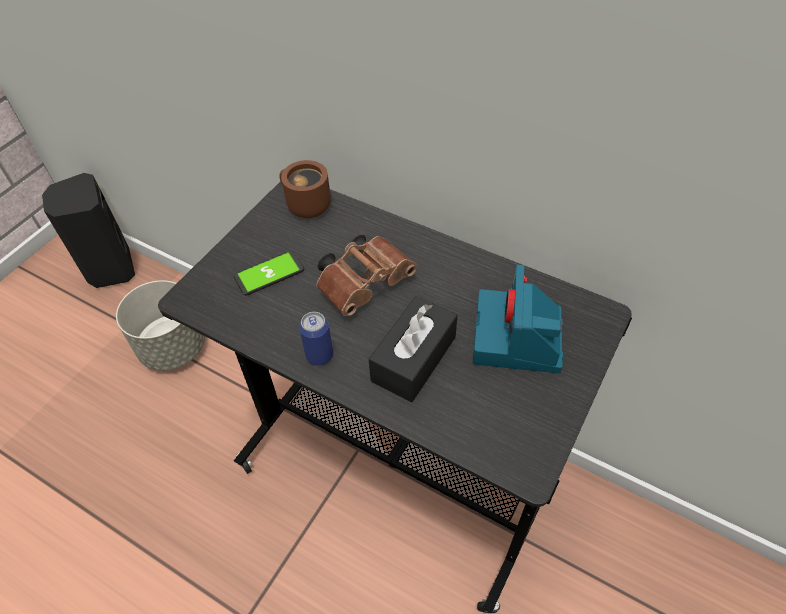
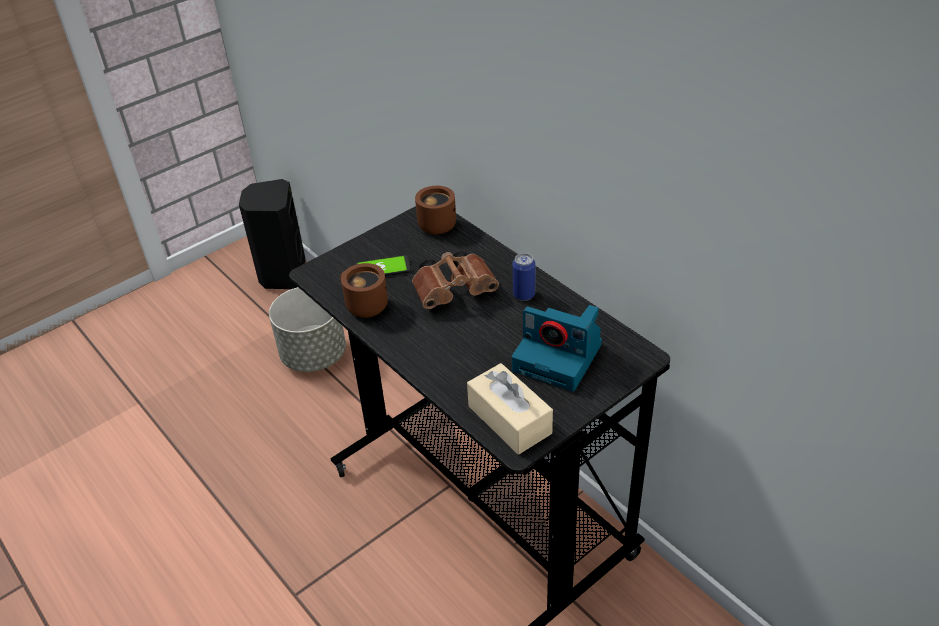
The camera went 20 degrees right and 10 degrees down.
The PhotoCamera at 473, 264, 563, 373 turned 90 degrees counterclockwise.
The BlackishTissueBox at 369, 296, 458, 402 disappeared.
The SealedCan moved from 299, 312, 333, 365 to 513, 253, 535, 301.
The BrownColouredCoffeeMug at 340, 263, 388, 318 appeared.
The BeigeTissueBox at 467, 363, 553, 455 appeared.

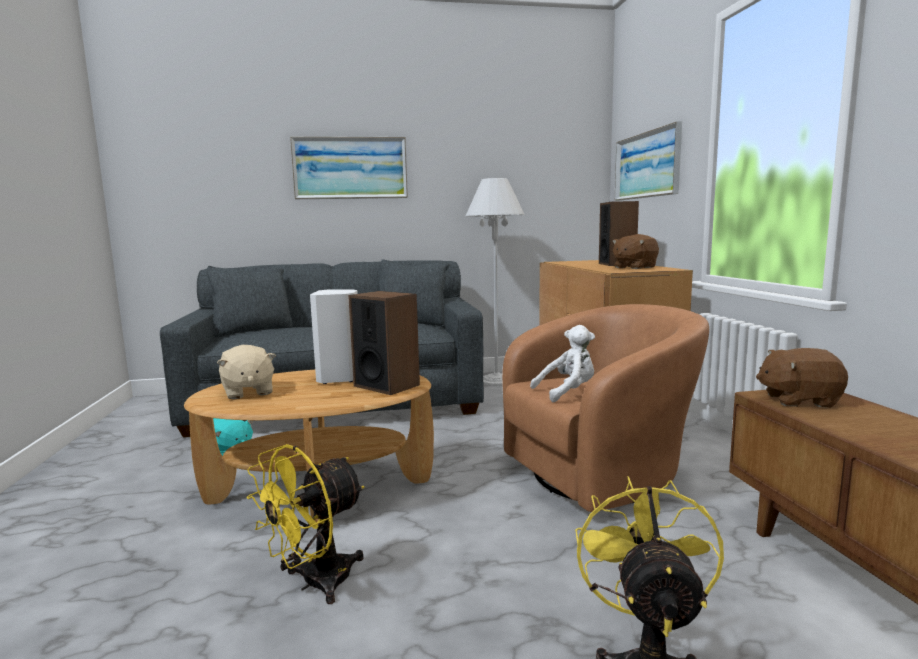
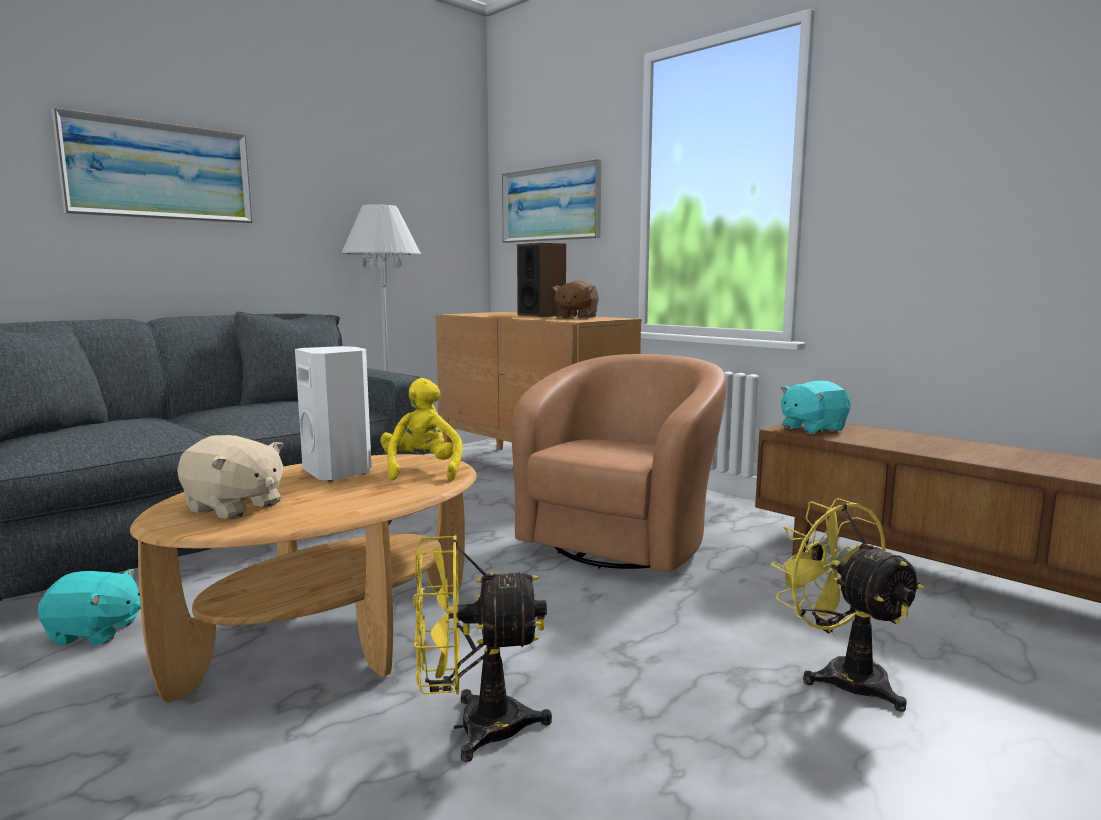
The camera went 35 degrees left and 0 degrees up.
The Loudspeaker at 348, 291, 420, 395 was replaced by the YellowColouredSoftToy at 380, 378, 462, 481.
The WhiteSoftToy at 530, 325, 595, 402 disappeared.
The BrownColouredSoftToy at 756, 348, 848, 408 became the TurquoiseSoftToy at 781, 381, 851, 434.
The YellowColouredElectricFan at 246, 444, 365, 604 turned 75 degrees clockwise.

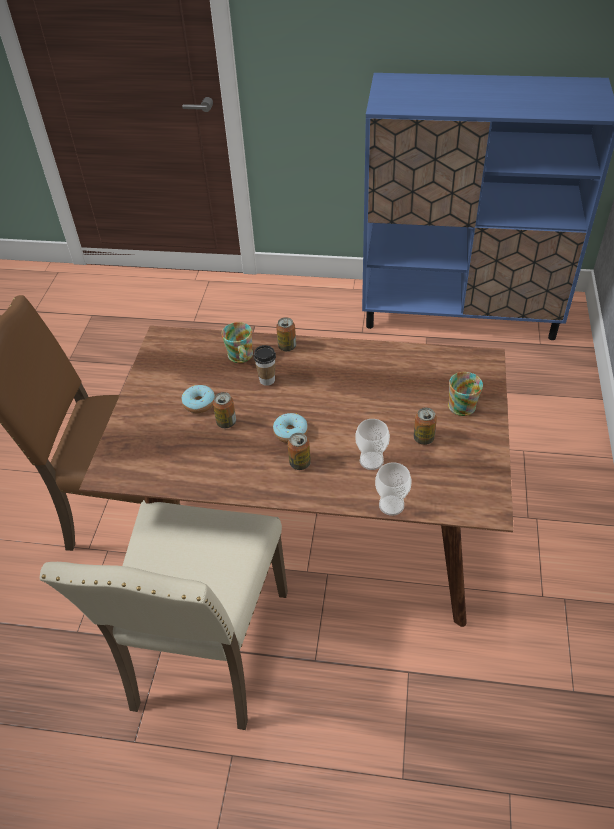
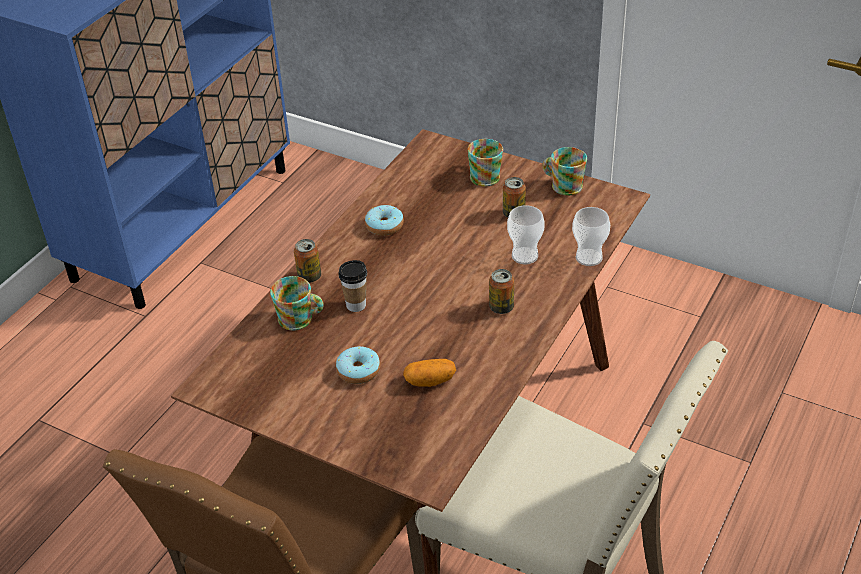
The camera went 70 degrees left and 5 degrees down.
The SealedCan at 213, 392, 236, 428 disappeared.
The RingDoughnut moved from 273, 413, 308, 443 to 365, 205, 404, 236.
The CoffeeMug at 542, 147, 587, 195 appeared.
The Potato at 403, 359, 456, 387 appeared.

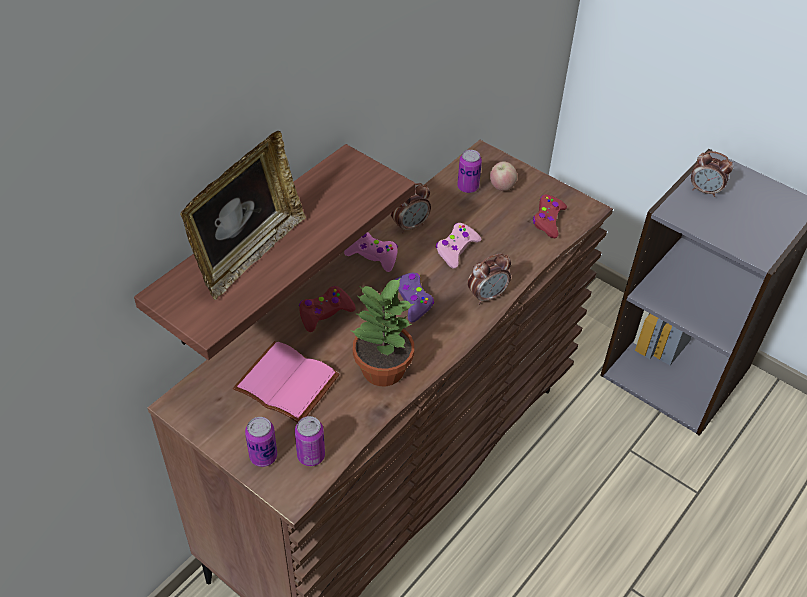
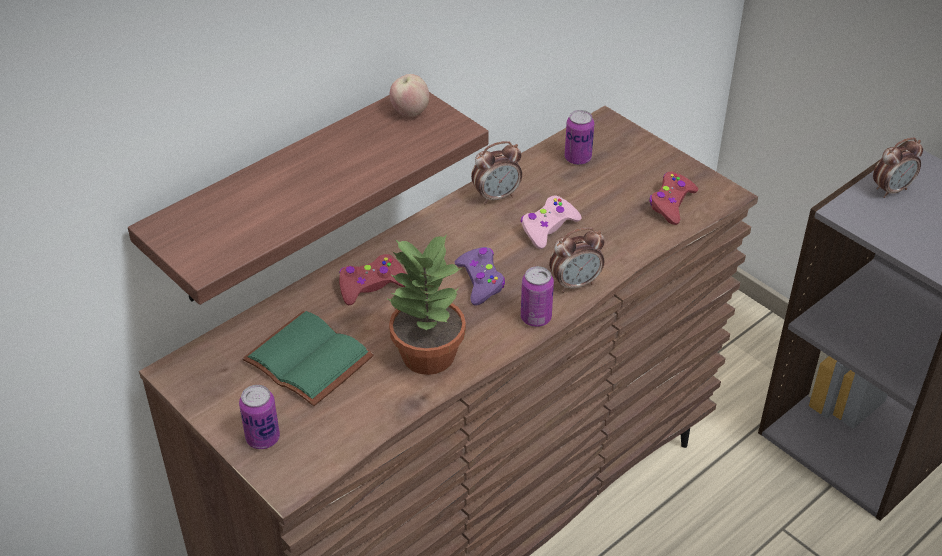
The camera went 10 degrees right and 5 degrees down.
The PictureFrame at 180, 131, 306, 300 disappeared.
The BedsideClock at 691, 151, 733, 197 turned 60 degrees counterclockwise.
The Apple moved from 490, 161, 517, 191 to 390, 74, 430, 117.
The PinkGameController at 344, 232, 398, 272 disappeared.
The PinkBoundBook at 233, 341, 340, 423 became the GreenColouredBoundBook at 242, 311, 374, 406.
The SealedCan moved from 295, 416, 325, 466 to 521, 266, 554, 327.

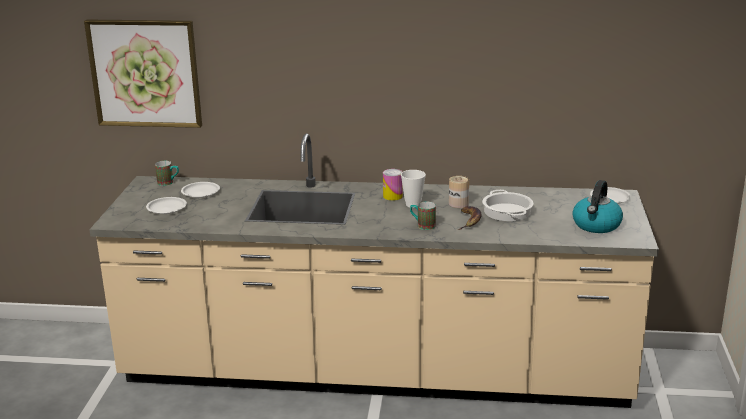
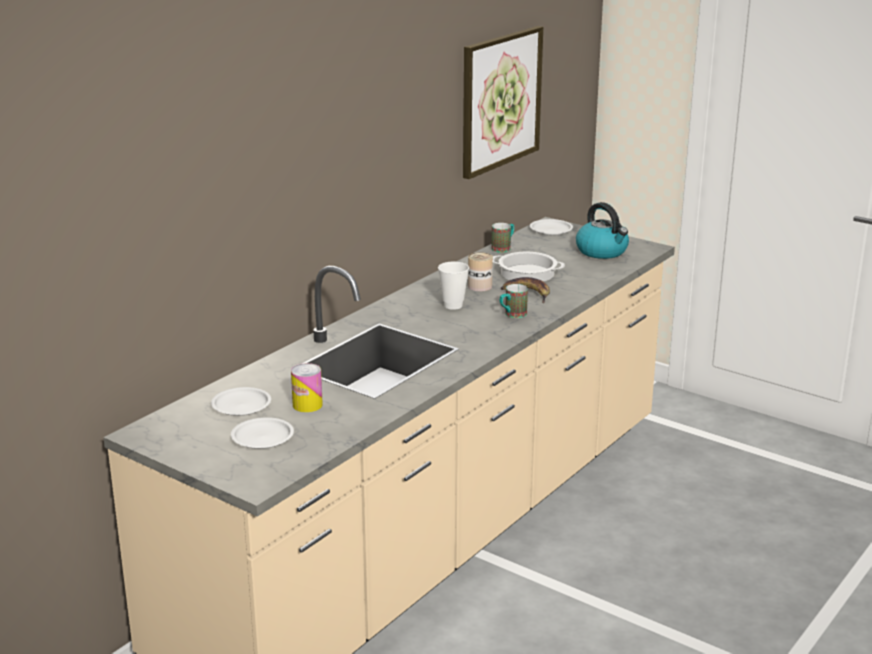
The camera went 60 degrees left and 0 degrees up.
The WallArt moved from 84, 20, 202, 128 to 463, 26, 543, 179.
The CoffeeMug moved from 155, 161, 179, 186 to 491, 223, 514, 253.
The SealedCan moved from 383, 169, 403, 201 to 291, 363, 323, 412.

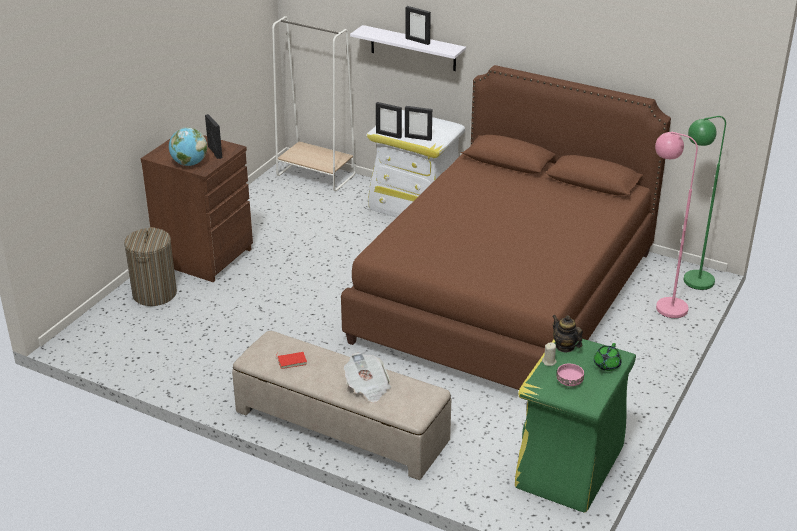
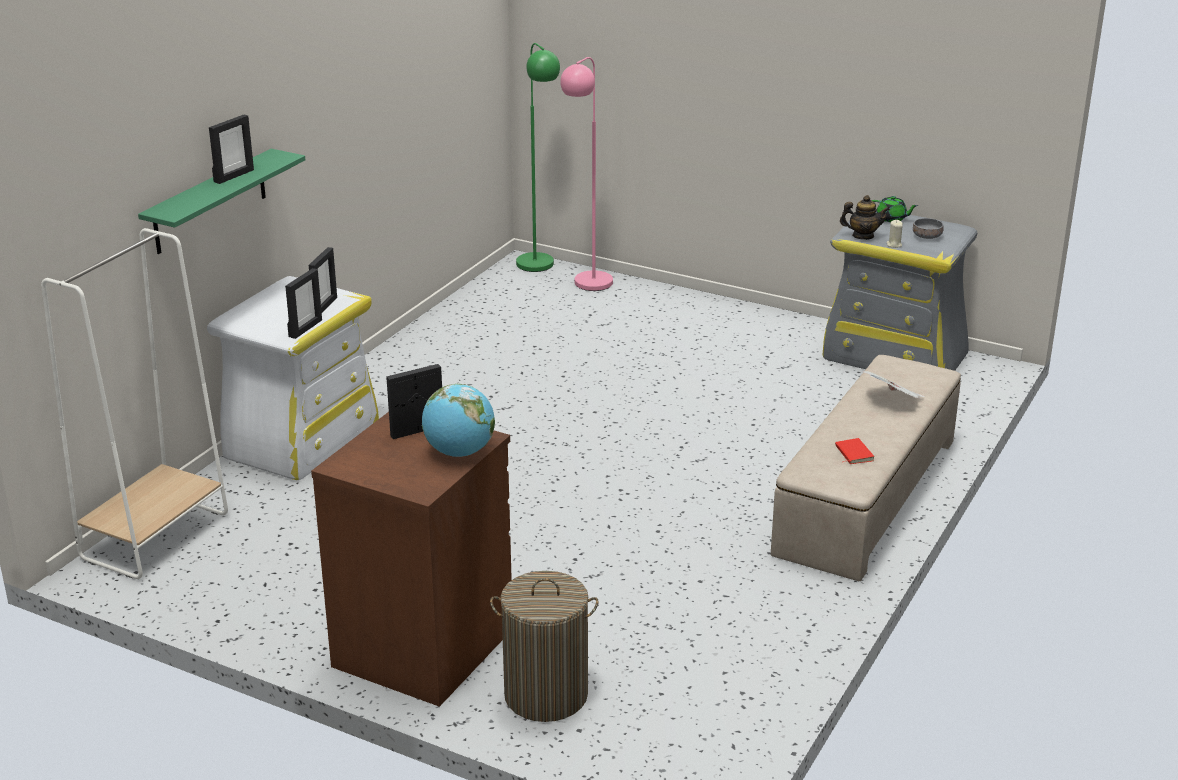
The camera went 90 degrees left and 5 degrees down.
The WhiteShelf at 350, 25, 466, 71 became the GreenColouredShelf at 138, 149, 305, 254.
The BrownColouredBed at 341, 65, 671, 390 disappeared.
The Teapot at 552, 315, 583, 352 turned 135 degrees counterclockwise.
The GreenColouredNightTable at 515, 339, 636, 512 became the GreyNightTable at 823, 208, 977, 371.
The PinkServingBowl at 556, 364, 584, 386 became the GreyServingBowl at 913, 218, 944, 239.

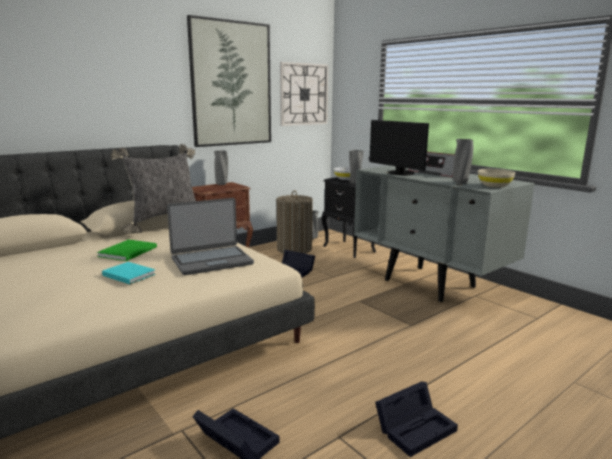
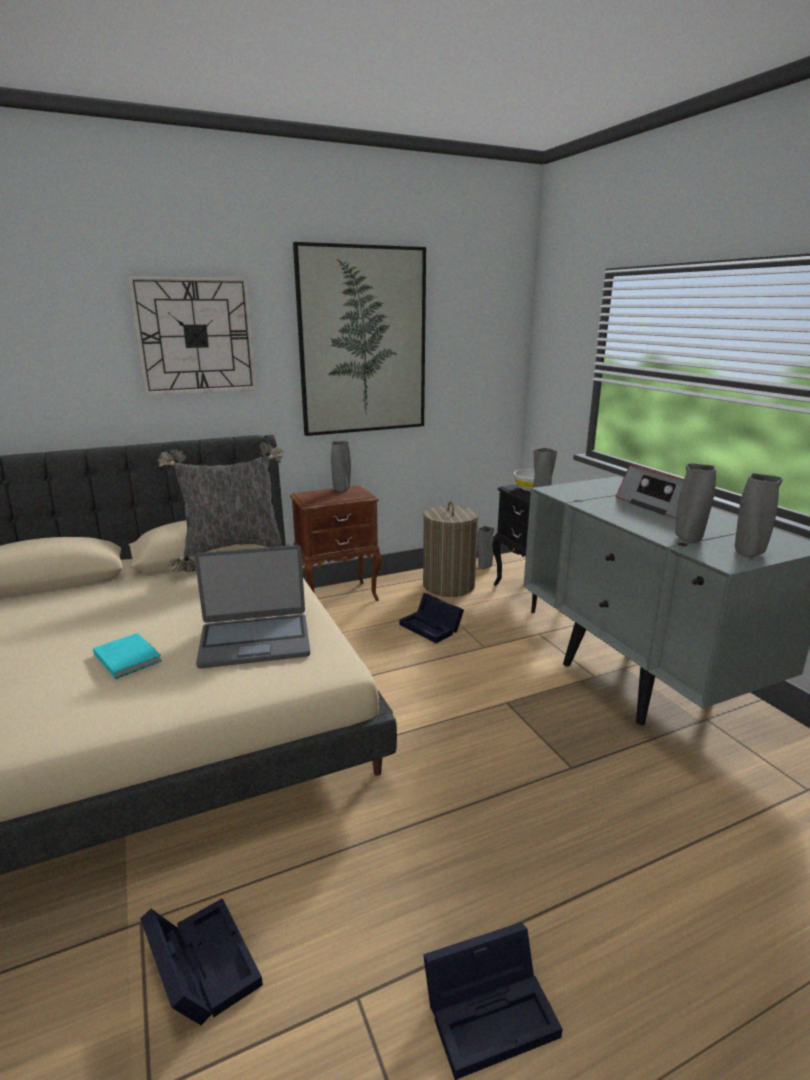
The camera went 15 degrees right and 5 degrees up.
The ClockOnTheWall moved from 280, 62, 328, 126 to 127, 275, 257, 396.
The Monitor at 369, 120, 429, 176 disappeared.
The BeigeServingBowl at 478, 169, 515, 188 was replaced by the GreyVase at 735, 473, 783, 557.
The GreenColouredBoundBook at 97, 239, 157, 261 disappeared.

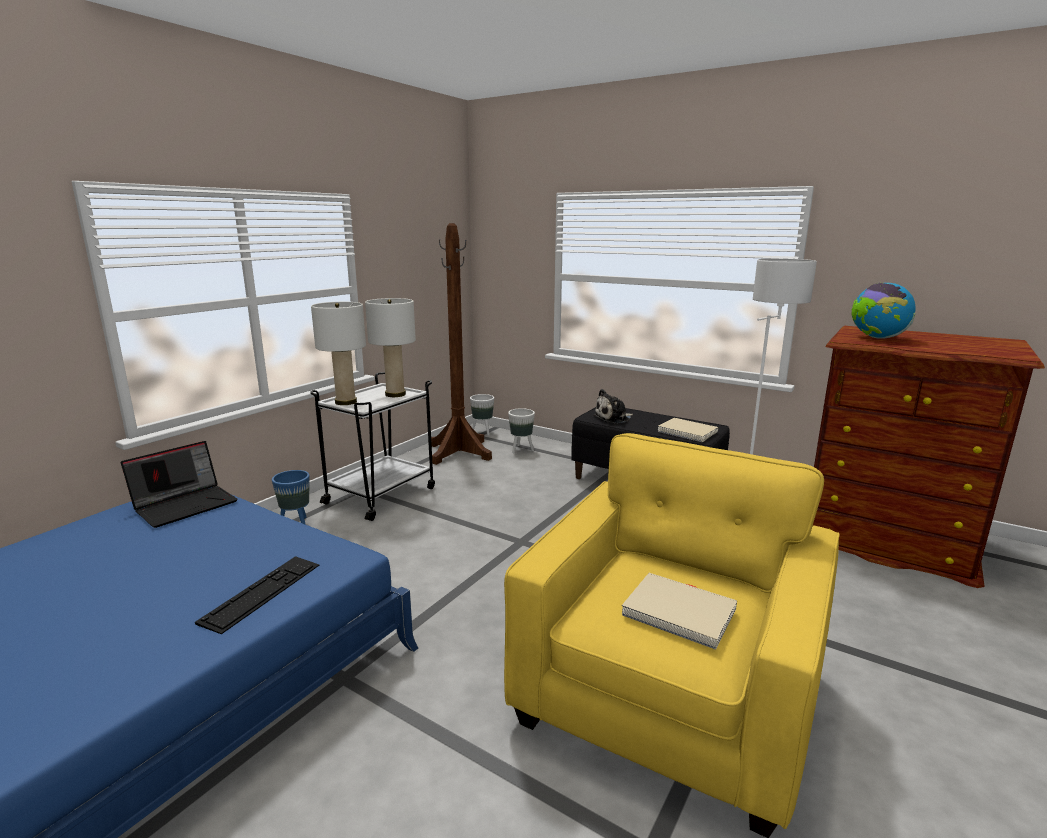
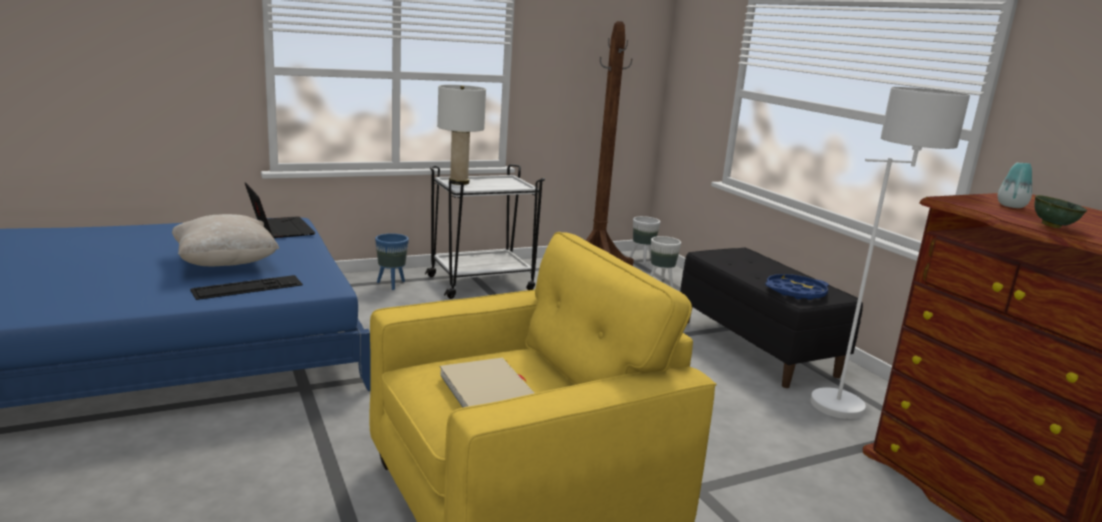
The camera went 30 degrees right and 0 degrees up.
The WorldGlobe at 851, 282, 916, 339 was replaced by the Vase at 998, 163, 1032, 208.
The WhiteTableLamp at 365, 298, 416, 397 disappeared.
The SoftToy at 593, 389, 633, 423 disappeared.
The BeigeBoundBook at 658, 418, 718, 442 was replaced by the BlueCarryingTray at 765, 274, 829, 300.
The PortableComputer at 121, 441, 238, 528 turned 105 degrees counterclockwise.
The GreenColouredServingBowl at 1034, 195, 1087, 228 appeared.
The BeigeThrowPillow at 172, 214, 279, 266 appeared.

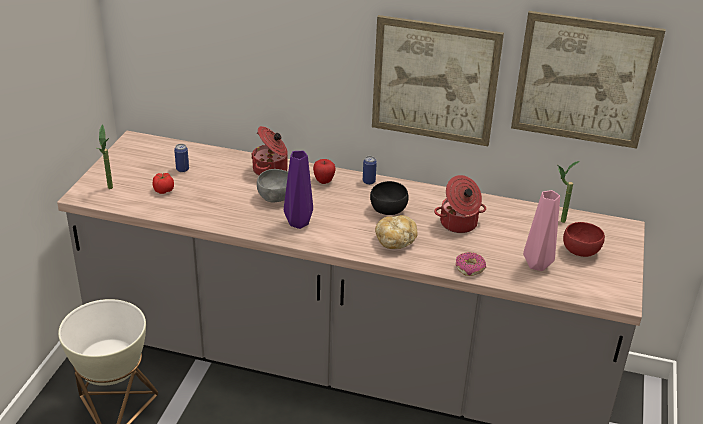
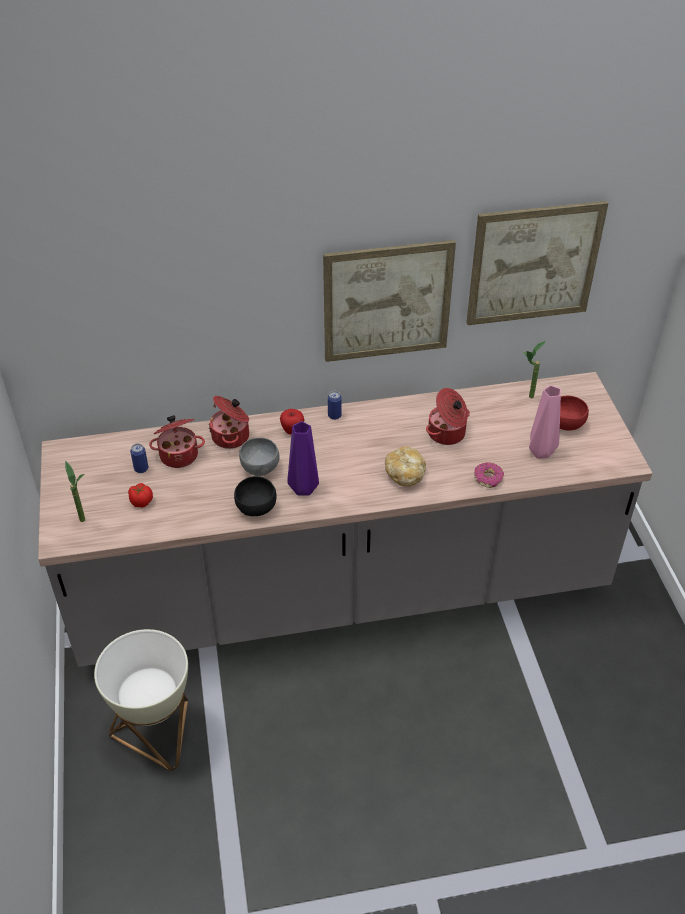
The camera went 25 degrees left and 10 degrees up.
The BlackishServingBowl moved from 370, 181, 409, 215 to 234, 476, 277, 516.
The Saucepot at 149, 415, 205, 468 appeared.

